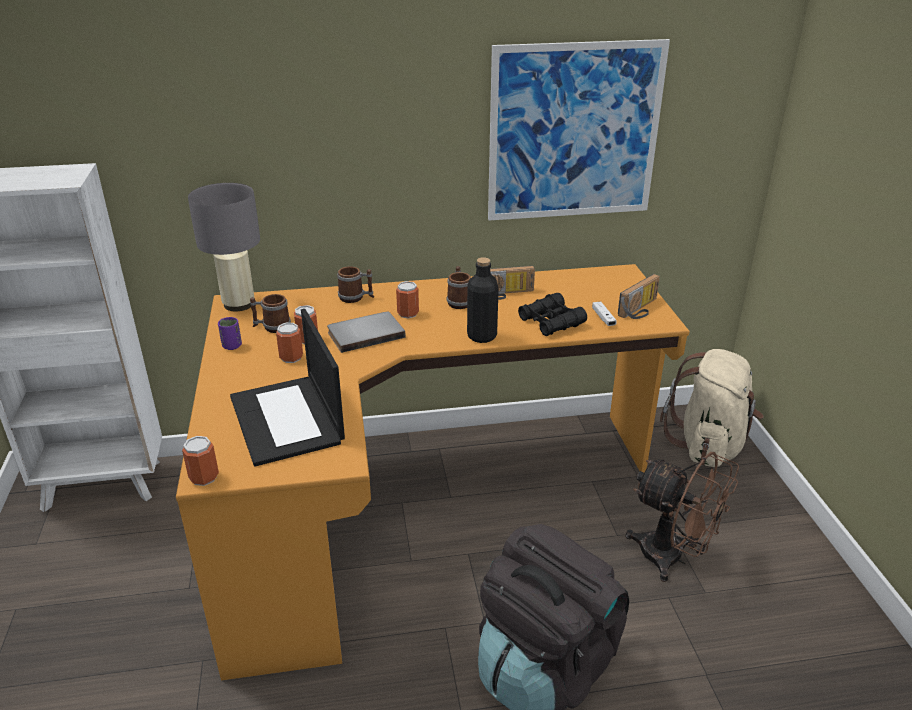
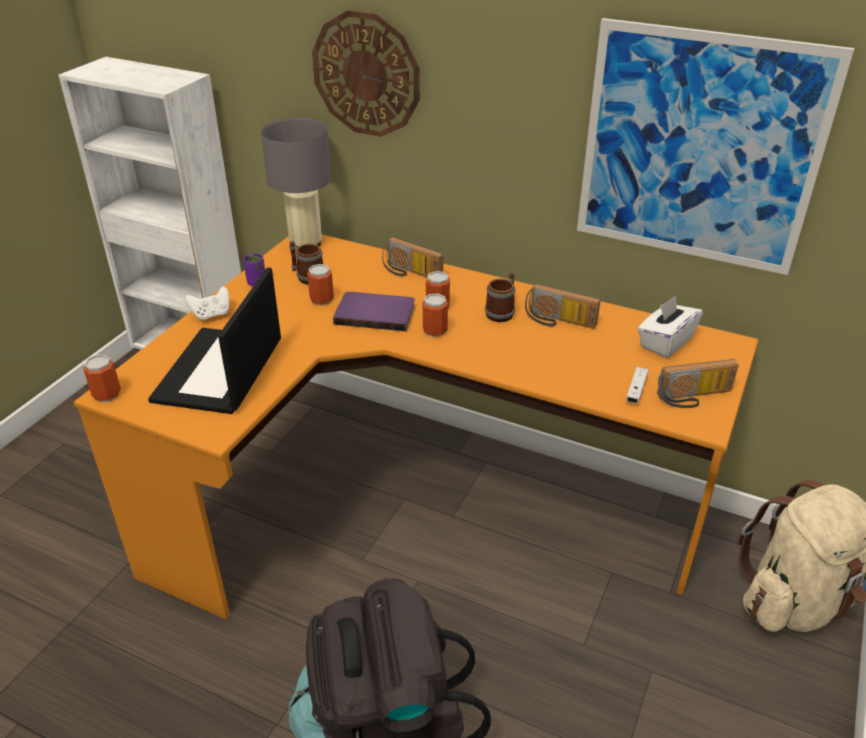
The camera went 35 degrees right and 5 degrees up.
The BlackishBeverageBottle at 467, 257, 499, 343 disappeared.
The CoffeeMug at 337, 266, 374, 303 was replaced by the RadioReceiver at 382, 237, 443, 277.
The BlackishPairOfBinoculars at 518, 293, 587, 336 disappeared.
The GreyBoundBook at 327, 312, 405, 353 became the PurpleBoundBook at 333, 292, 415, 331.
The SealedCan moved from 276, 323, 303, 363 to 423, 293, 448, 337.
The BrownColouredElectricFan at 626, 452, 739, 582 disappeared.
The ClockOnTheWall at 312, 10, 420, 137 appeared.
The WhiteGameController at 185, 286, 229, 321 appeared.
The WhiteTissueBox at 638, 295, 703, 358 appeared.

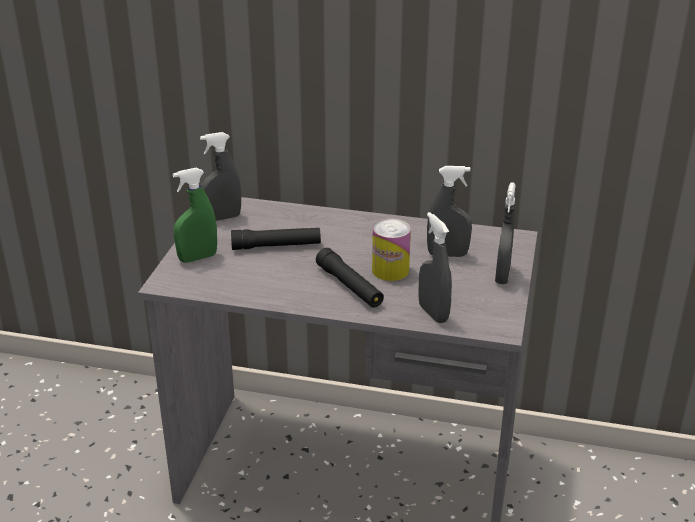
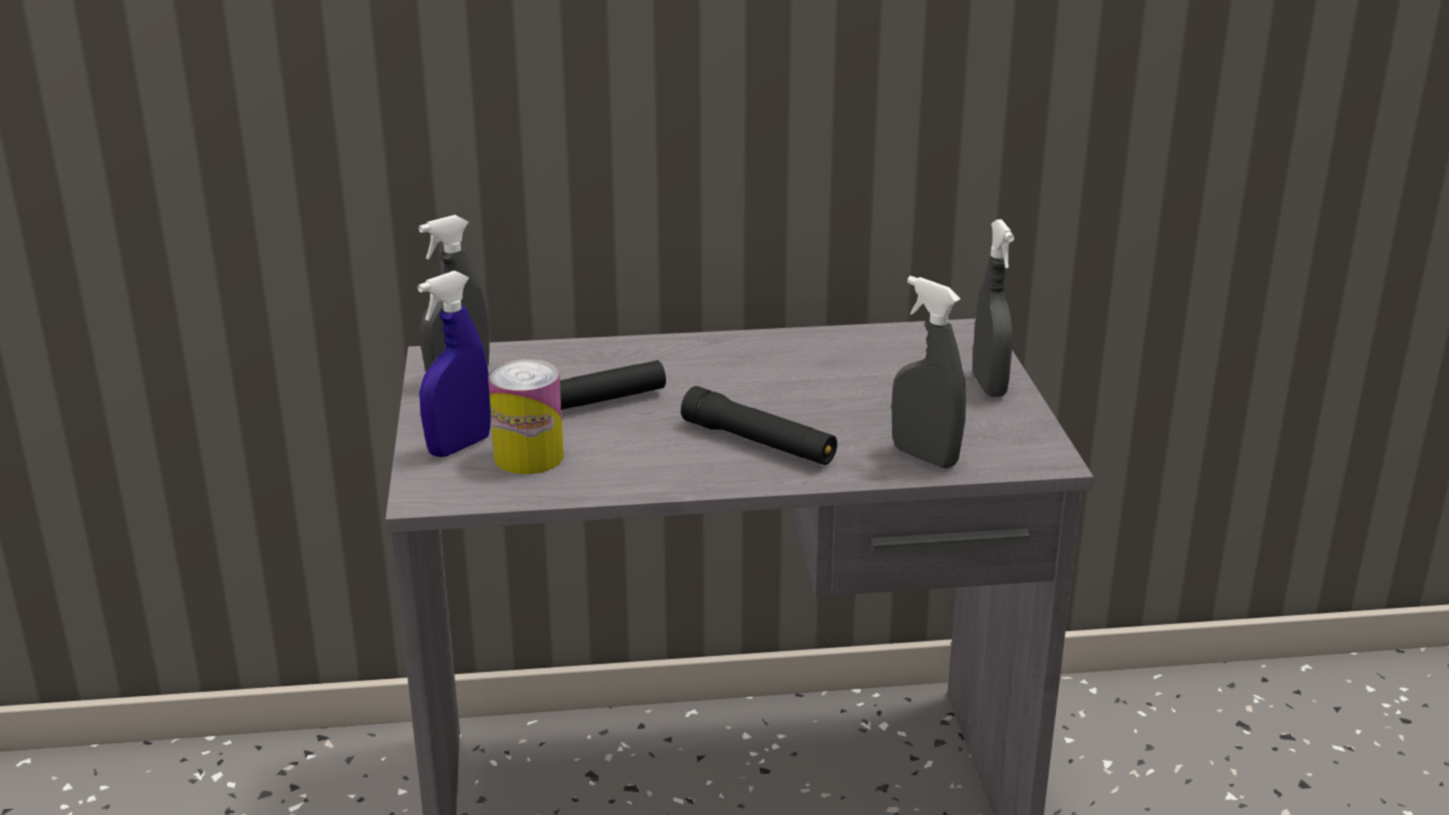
The camera went 20 degrees left and 5 degrees down.
The GreySprayer at 427, 166, 472, 257 disappeared.
The GreenColouredSprayer at 173, 168, 217, 263 became the BlueSprayer at 418, 271, 491, 457.
The SealedCan moved from 372, 219, 411, 281 to 488, 359, 564, 474.

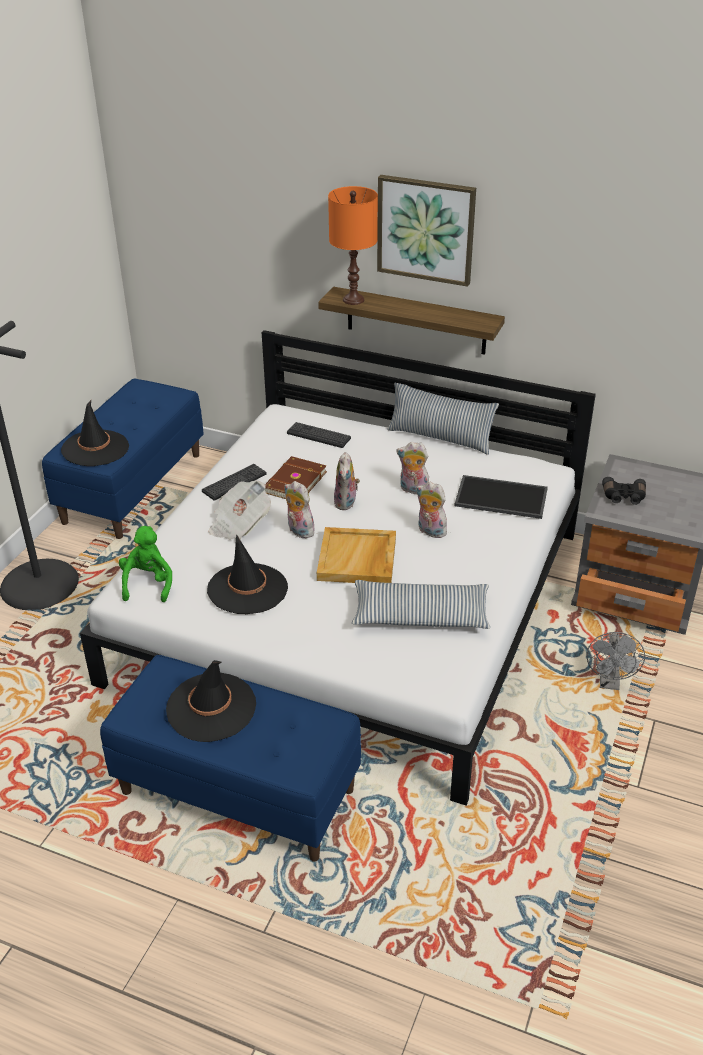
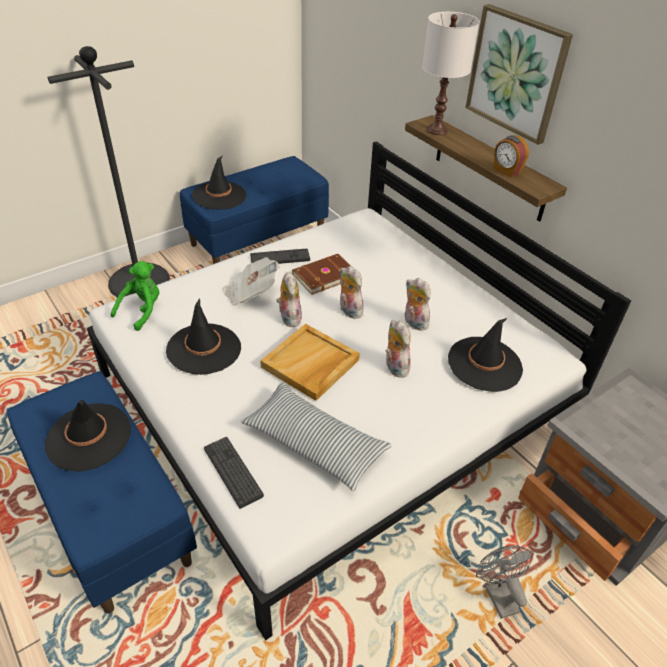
The camera went 30 degrees right and 5 degrees up.
The OrangeTableLamp at 328, 186, 378, 305 became the WhiteTableLamp at 422, 12, 479, 135.
The ThrowPillow at 387, 382, 499, 455 disappeared.
The Keyboard moved from 287, 422, 351, 448 to 204, 437, 264, 509.
The SoftToy at 334, 452, 360, 510 turned 105 degrees clockwise.
The CarryingTray at 454, 475, 548, 519 was replaced by the BlackishHat at 448, 318, 523, 392.
The BlackishPairOfBinoculars at 602, 477, 646, 505 disappeared.
The GreyElectricFan at 587, 632, 645, 690 turned 120 degrees clockwise.
The BedsideClock at 493, 135, 529, 178 appeared.

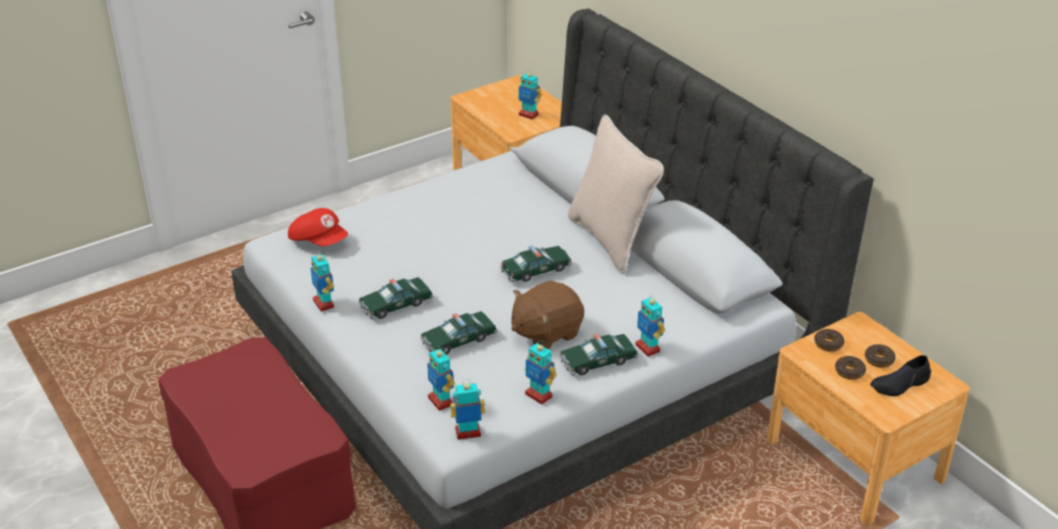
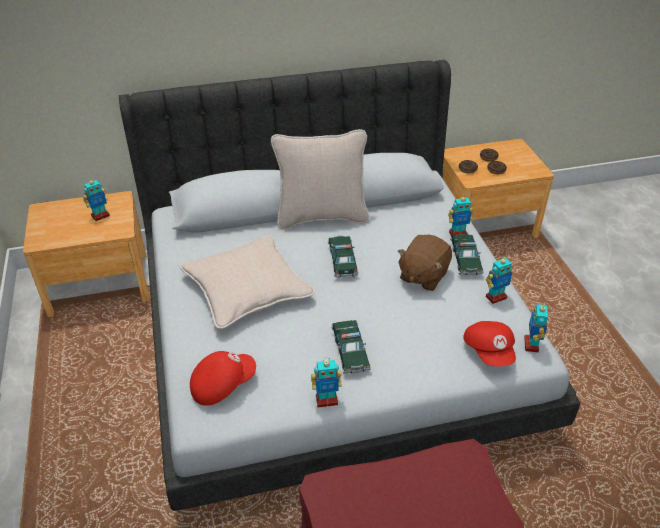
The camera went 70 degrees left and 5 degrees up.
The BrownColouredSoftToy at 511, 280, 584, 349 turned 45 degrees clockwise.
The ModelCar at 420, 311, 497, 355 disappeared.
The RobotFigure at 427, 346, 455, 411 was replaced by the RedBaseballCap at 463, 321, 516, 366.
The BlackishLowShoe at 870, 355, 931, 396 disappeared.
The BeigeThrowPillow at 180, 236, 315, 329 appeared.

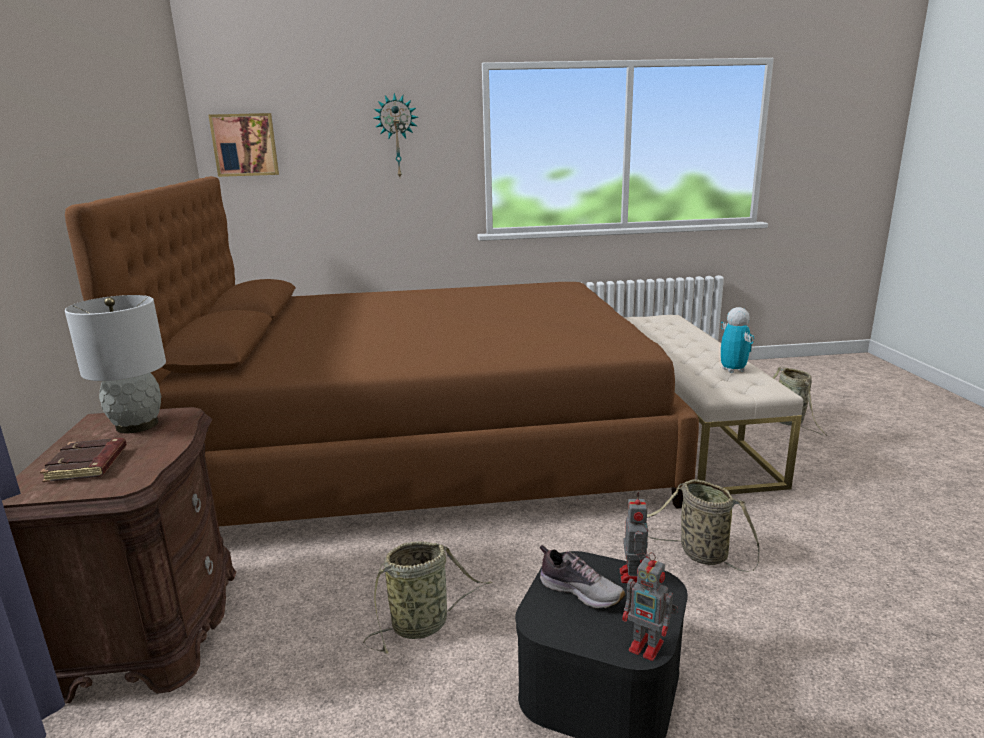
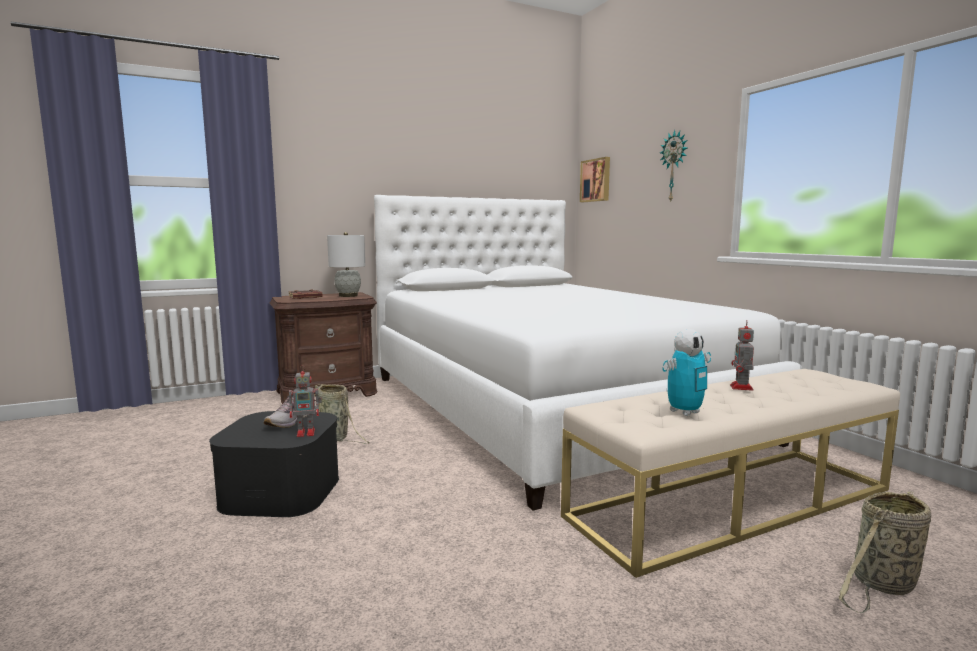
The camera went 70 degrees right and 10 degrees down.
The BrownColouredBed at 65, 176, 699, 526 became the WhiteBed at 374, 195, 802, 510.
The StorageBasket at 647, 479, 759, 572 disappeared.
The RobotFigure moved from 622, 552, 678, 661 to 730, 320, 754, 391.

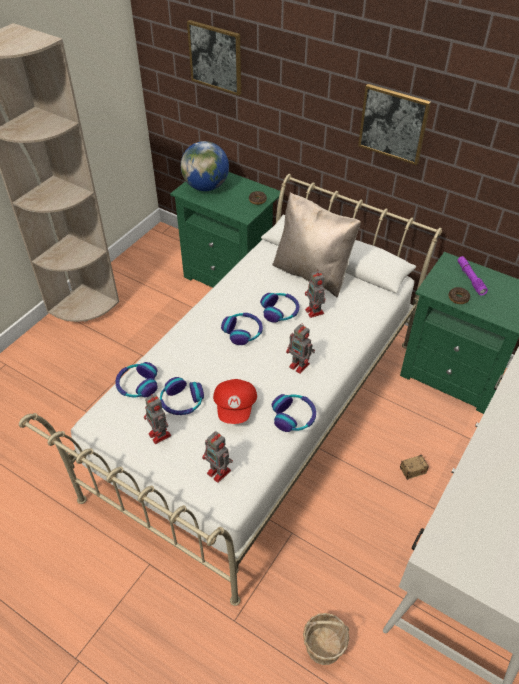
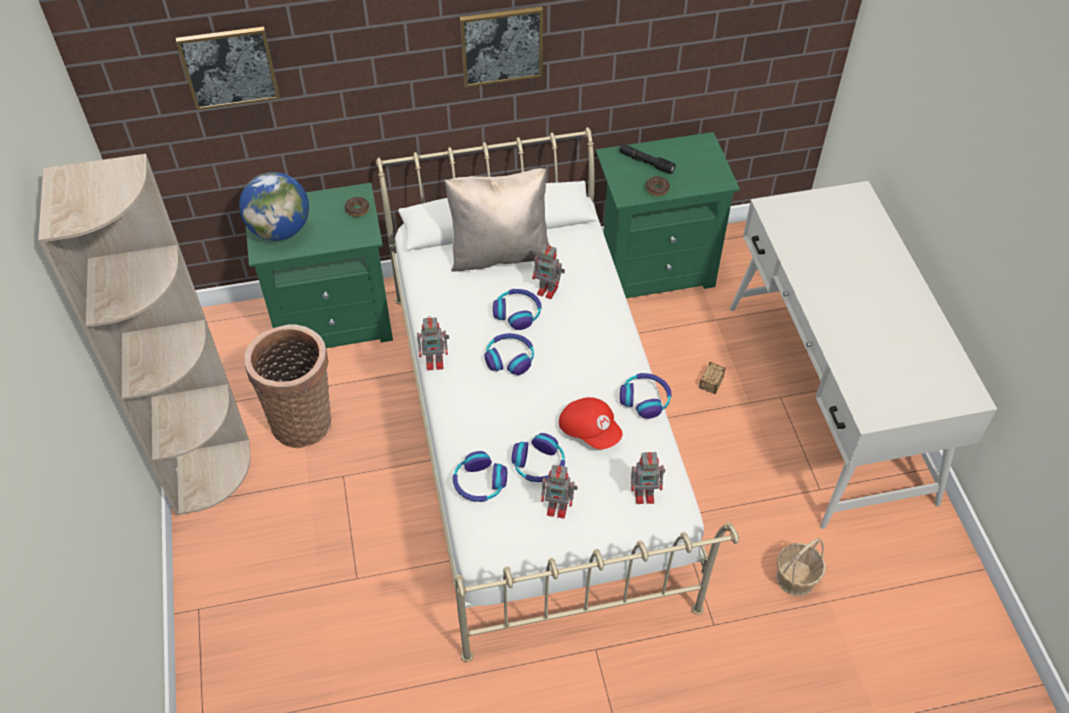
The camera went 45 degrees left and 5 degrees up.
The PurpleTorch at 458, 256, 488, 296 became the BlackishTorch at 619, 144, 676, 174.
The RobotFigure moved from 286, 324, 315, 374 to 417, 316, 449, 370.
The StorageBasket at 245, 325, 331, 448 appeared.

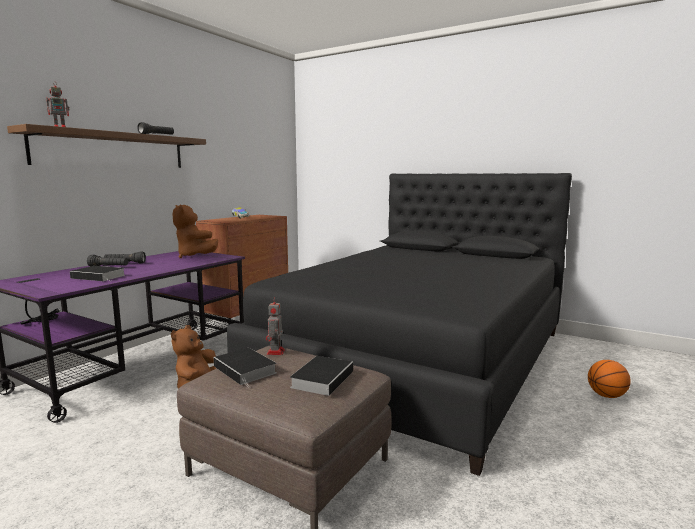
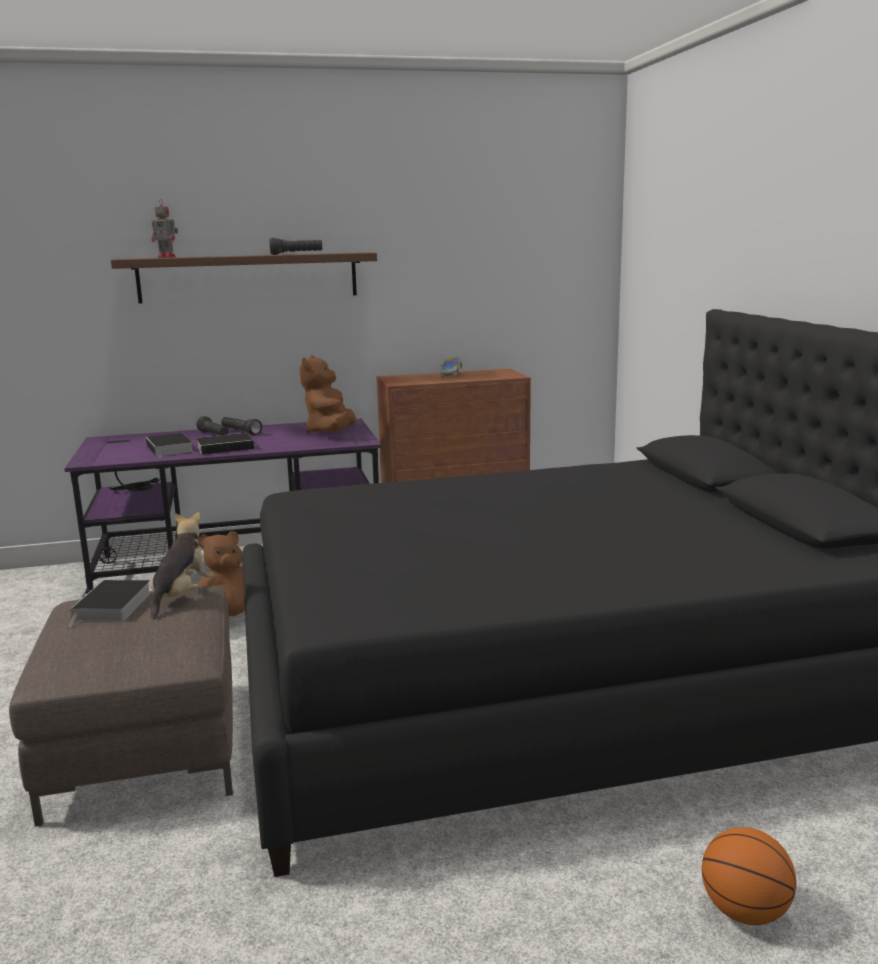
The camera went 45 degrees right and 5 degrees up.
The RobotFigure at 266, 297, 285, 355 was replaced by the SoftToy at 151, 512, 214, 620.
The BoundBook moved from 290, 356, 353, 396 to 196, 433, 261, 455.

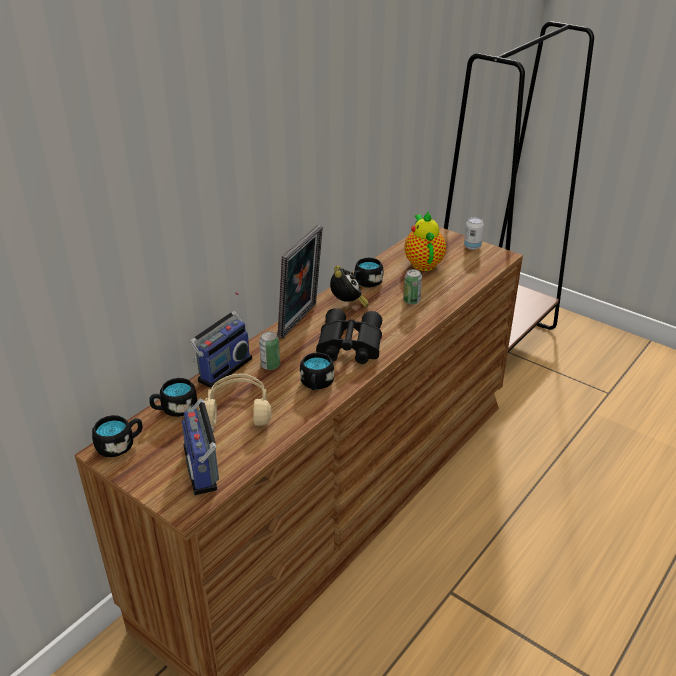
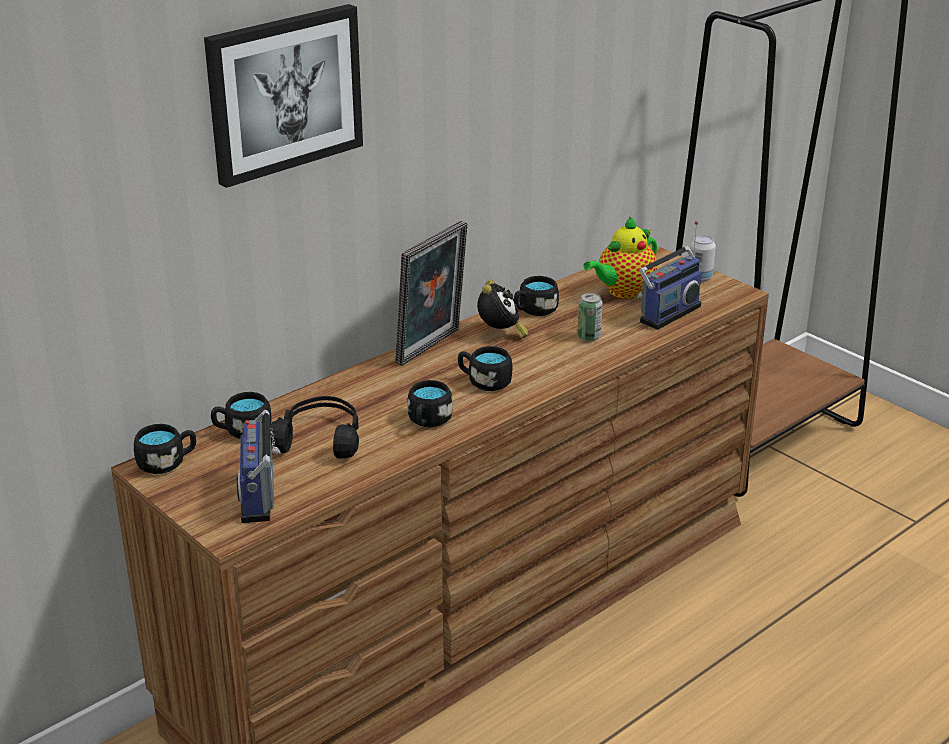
The camera went 10 degrees right and 5 degrees down.
The Teapot at 405, 211, 446, 271 turned 135 degrees counterclockwise.
The RadioReceiver moved from 189, 292, 252, 388 to 637, 221, 701, 330.
The BlackishPairOfBinoculars at 316, 308, 382, 364 was replaced by the BlackishCoffeeMug at 458, 346, 512, 391.
The SealedCan at 259, 331, 280, 370 disappeared.
The BeigePairOfHeadphones at 198, 374, 271, 426 became the BlackishPairOfHeadphones at 270, 396, 359, 459.
The WallArt at 204, 4, 363, 188 appeared.

